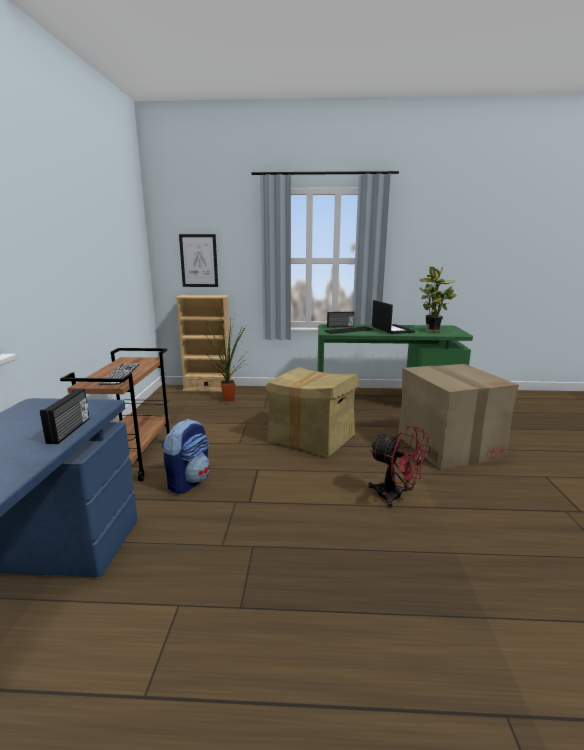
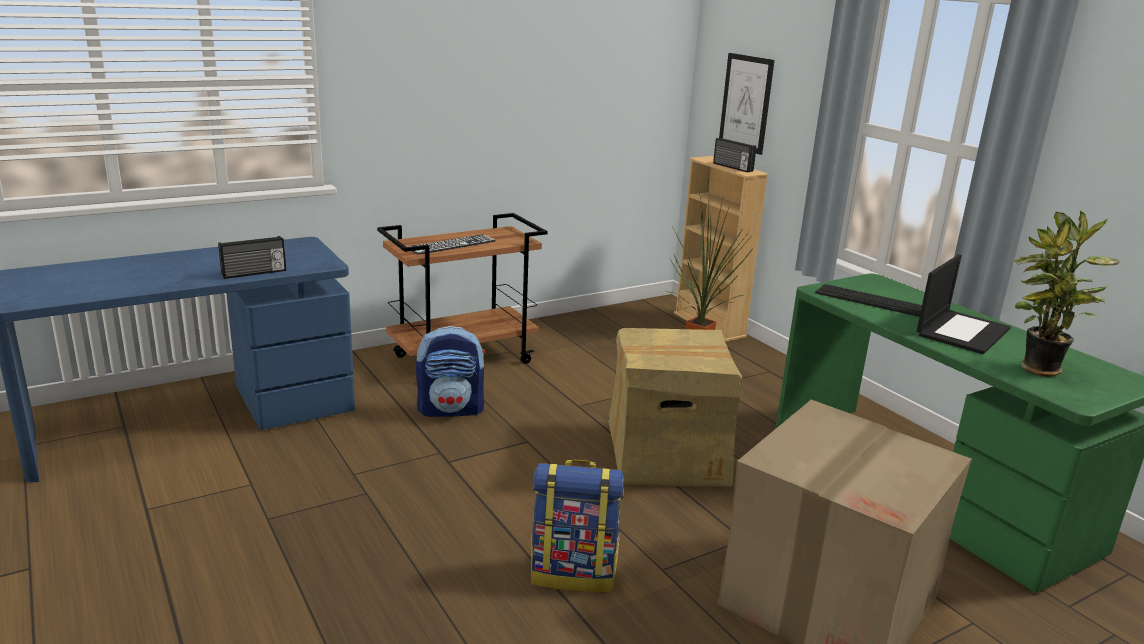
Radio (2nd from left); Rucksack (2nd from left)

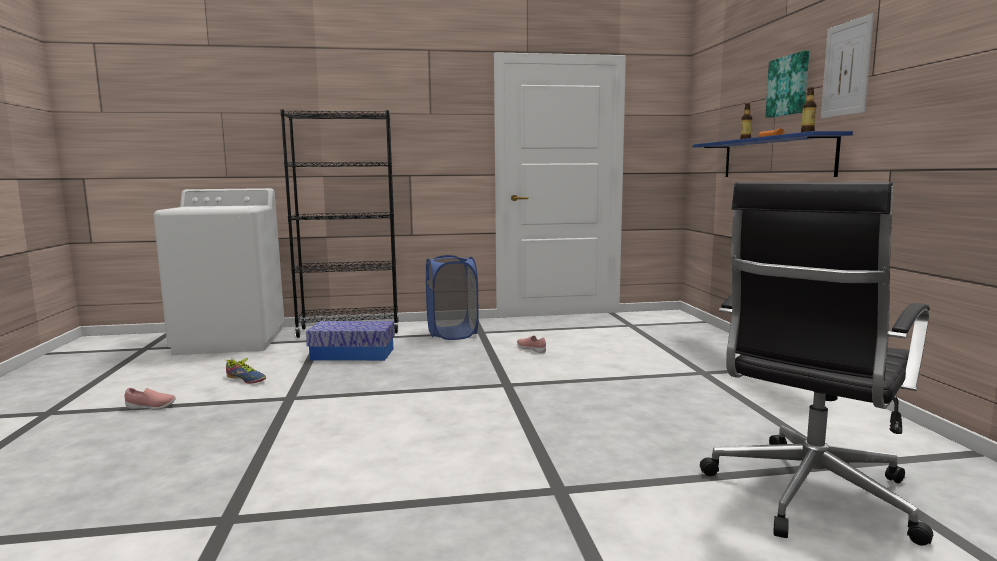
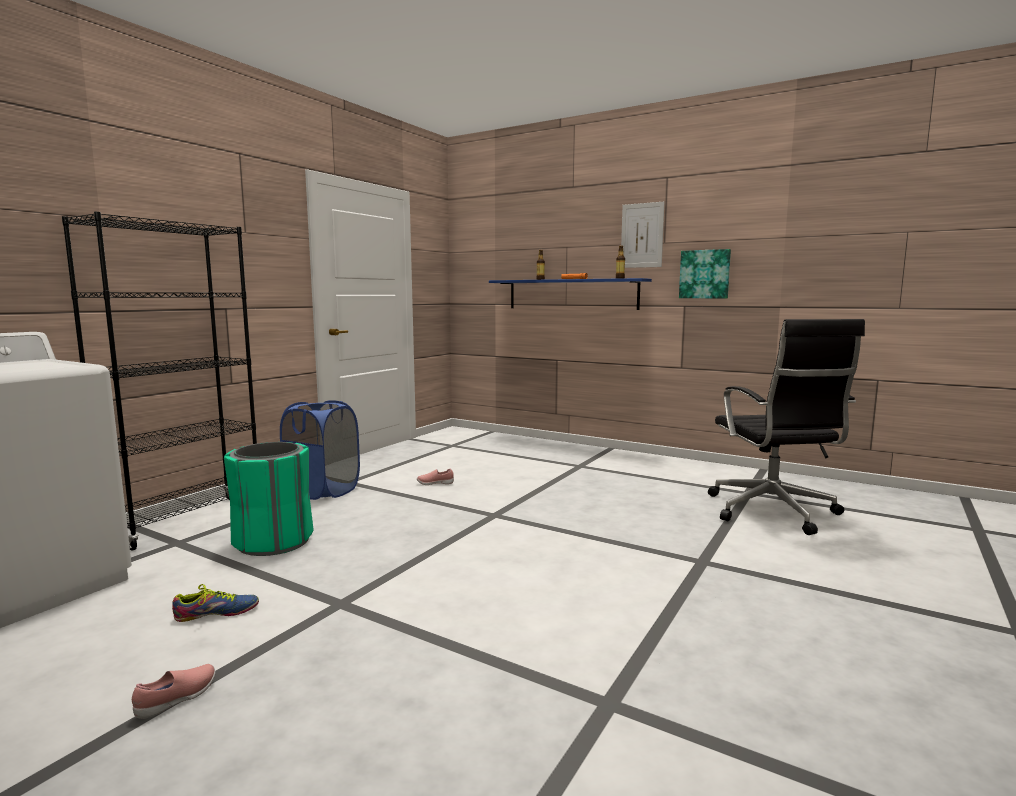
Bild (2nd from left); Mülleimer/grün

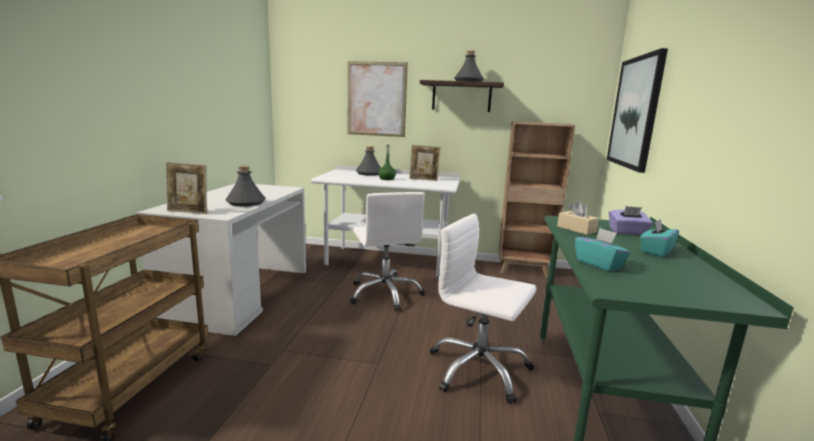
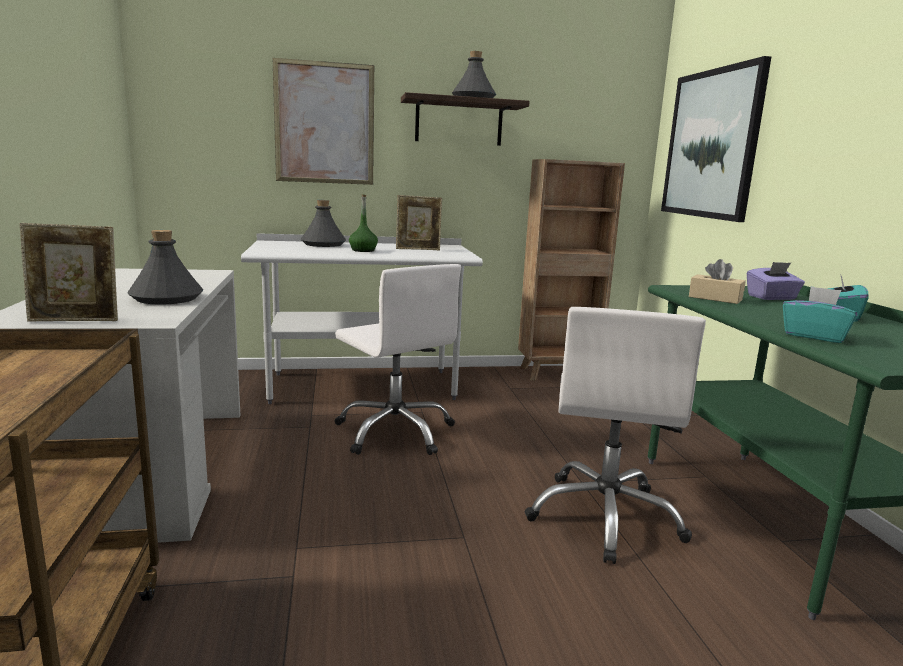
Bürostuhl/weiß (2nd from left)

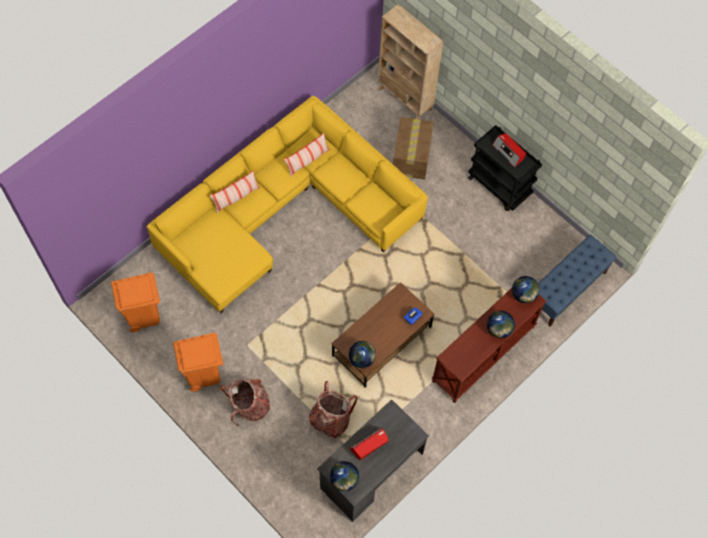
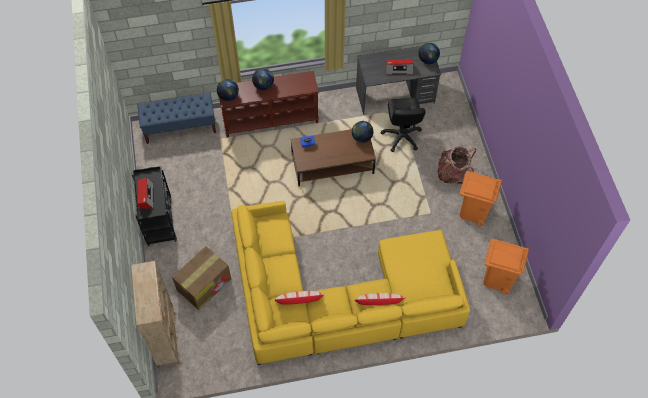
Bürostuhl/schwarz

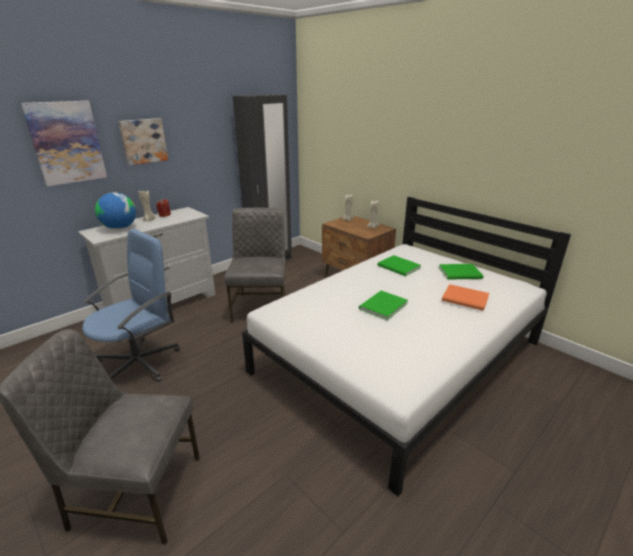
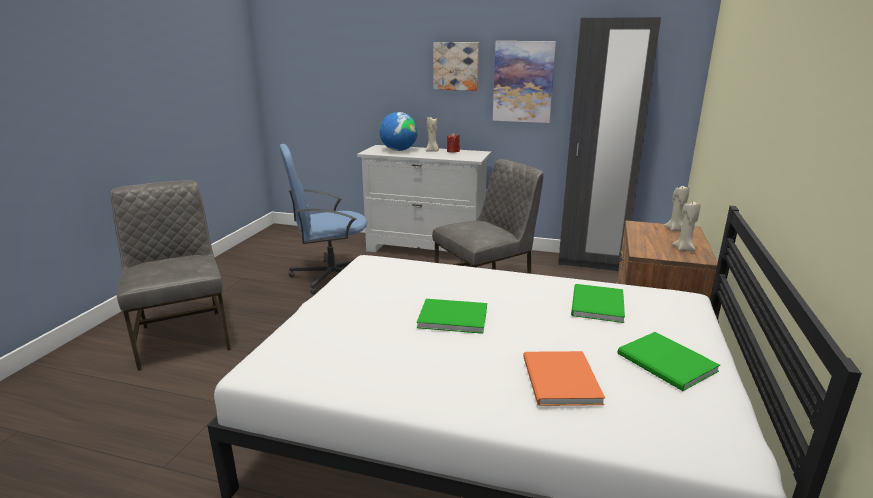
Bild (2nd from left); Bürostuhl/blau

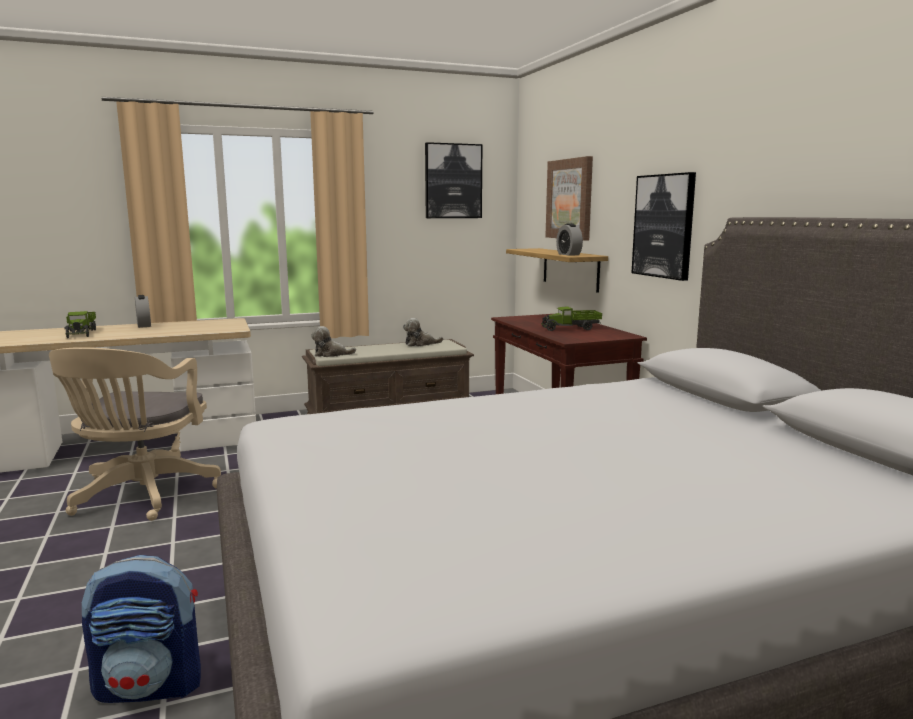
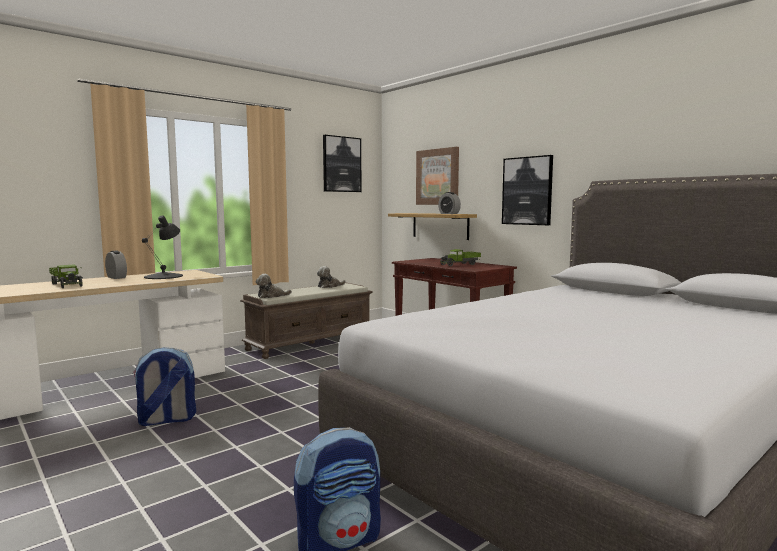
Rucksack (1st from left); Tischlampe/schwarz

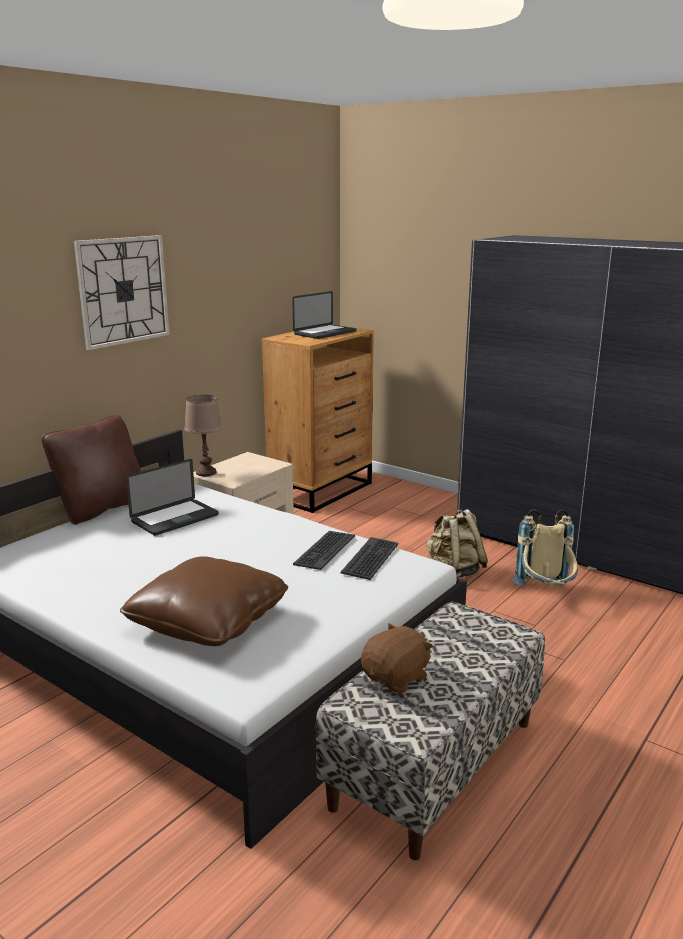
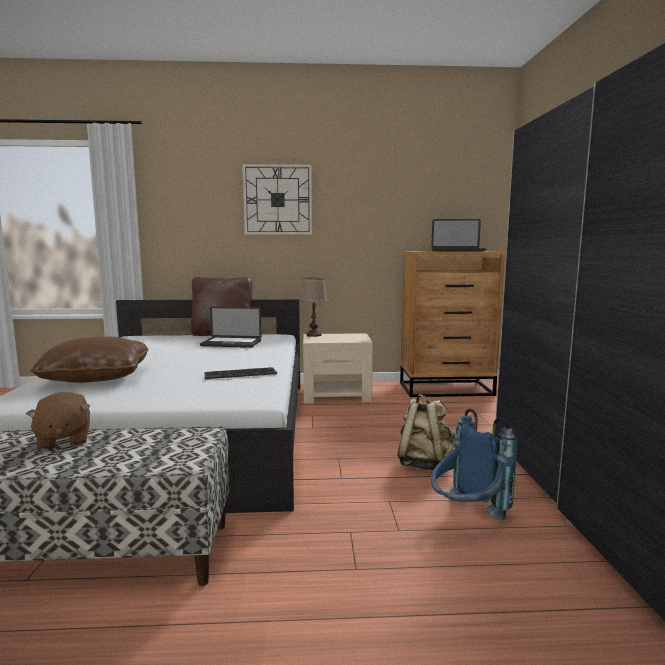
Rucksack/blau; Tastatur (2nd from left in the first image); Plüschtier/braun

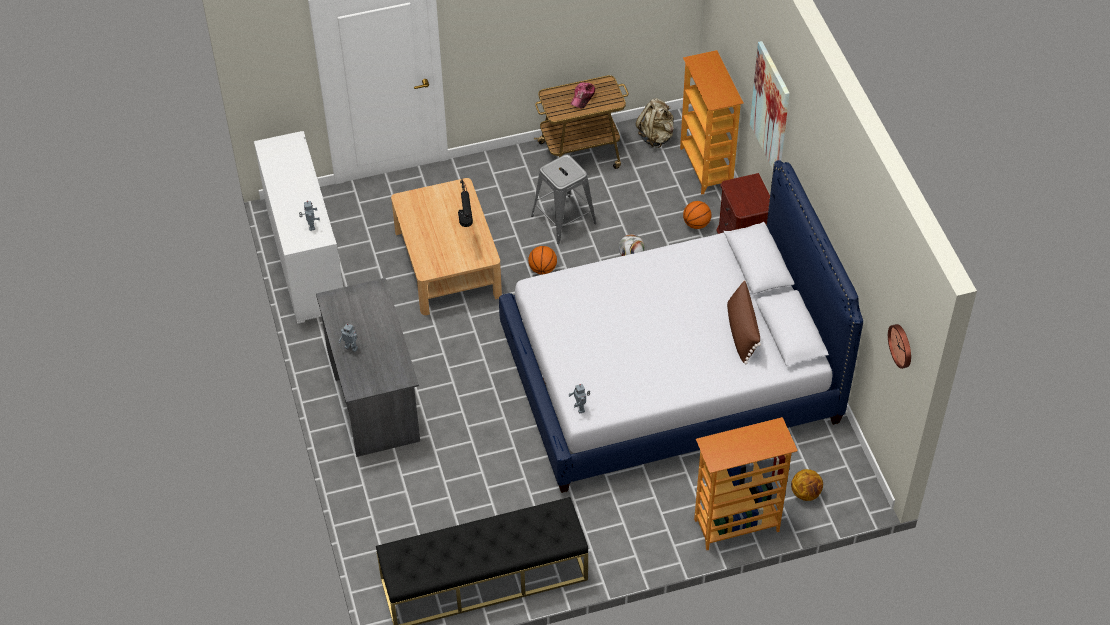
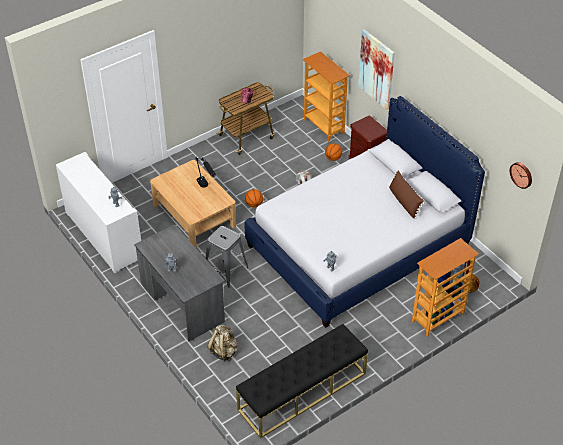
Rucksack/beige; Hocker/grau

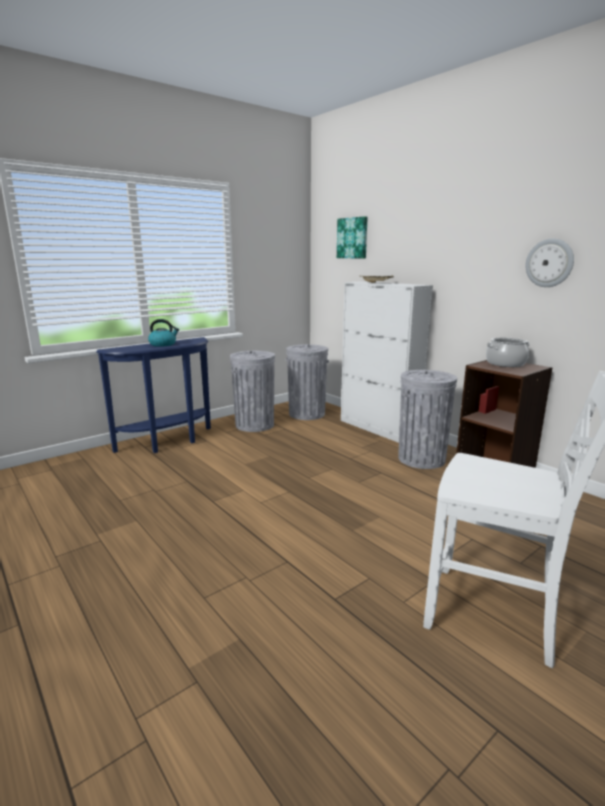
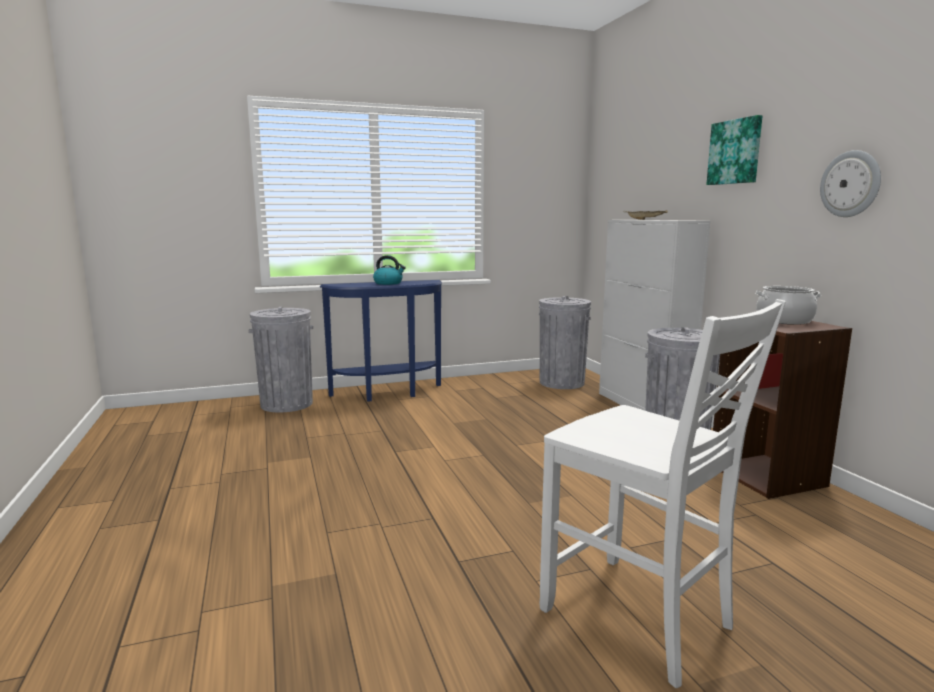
Bild; Mülleimer/grau (1st from left)

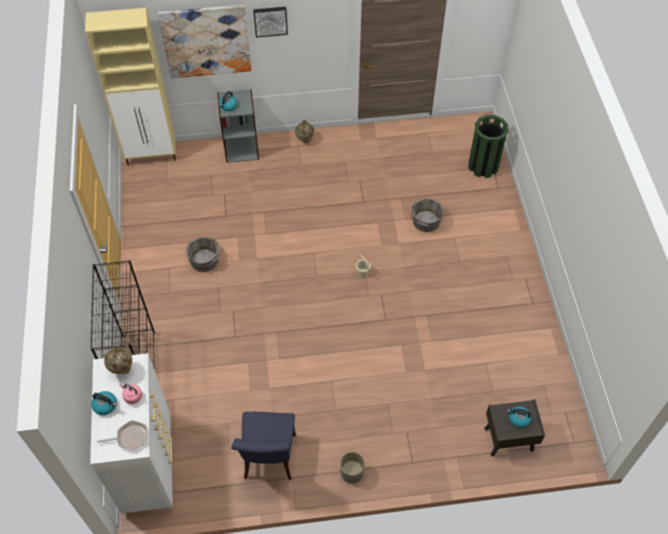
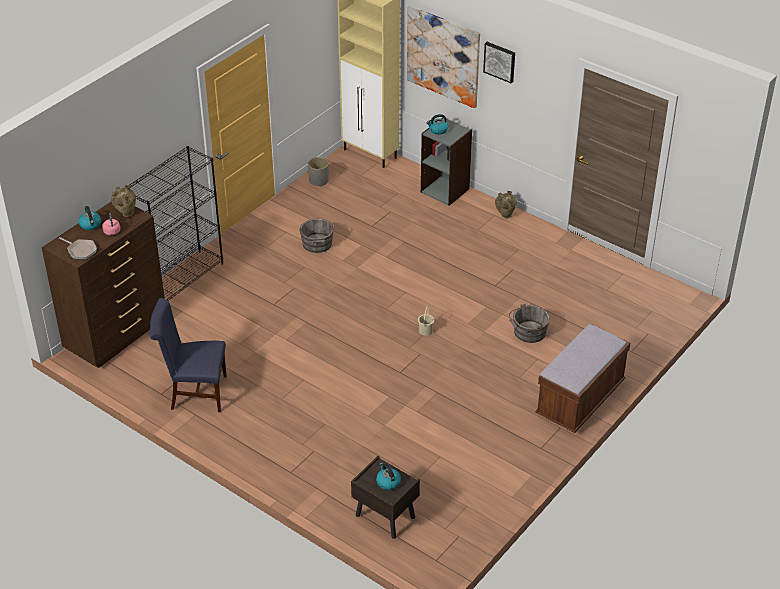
Mülleimer/grün; Kommode/braun; Stuhl/blau; Pflanzkübel/grau; Bank/braun

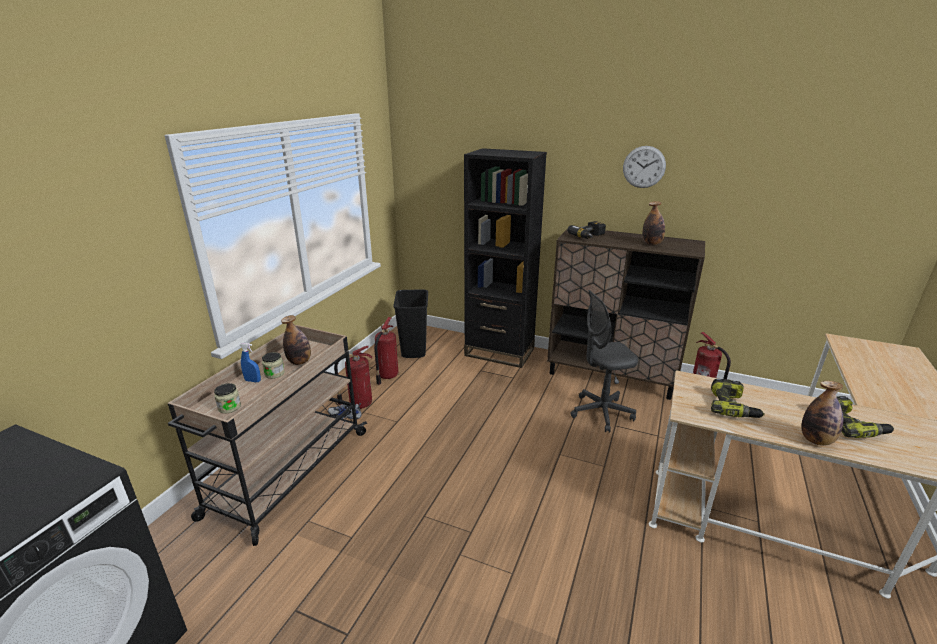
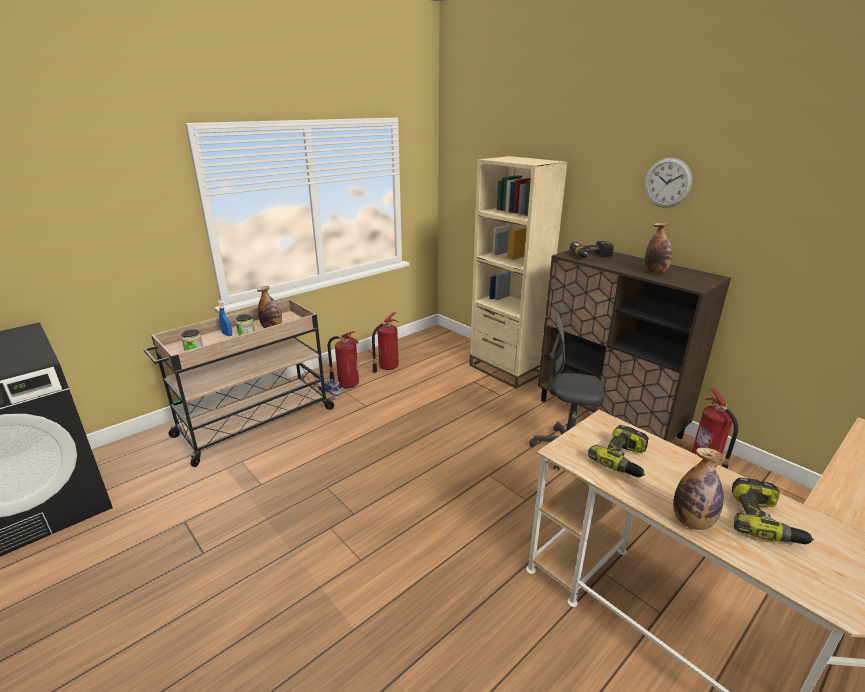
Bücherregal/beige; Mülleimer/schwarz

